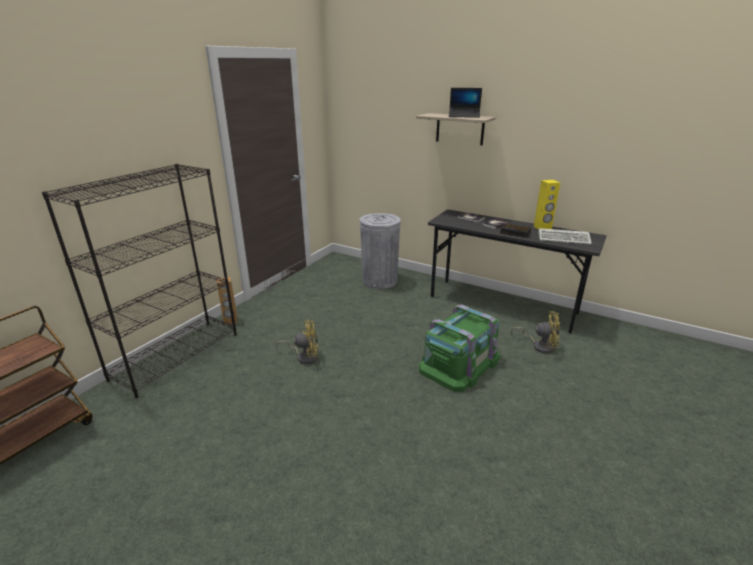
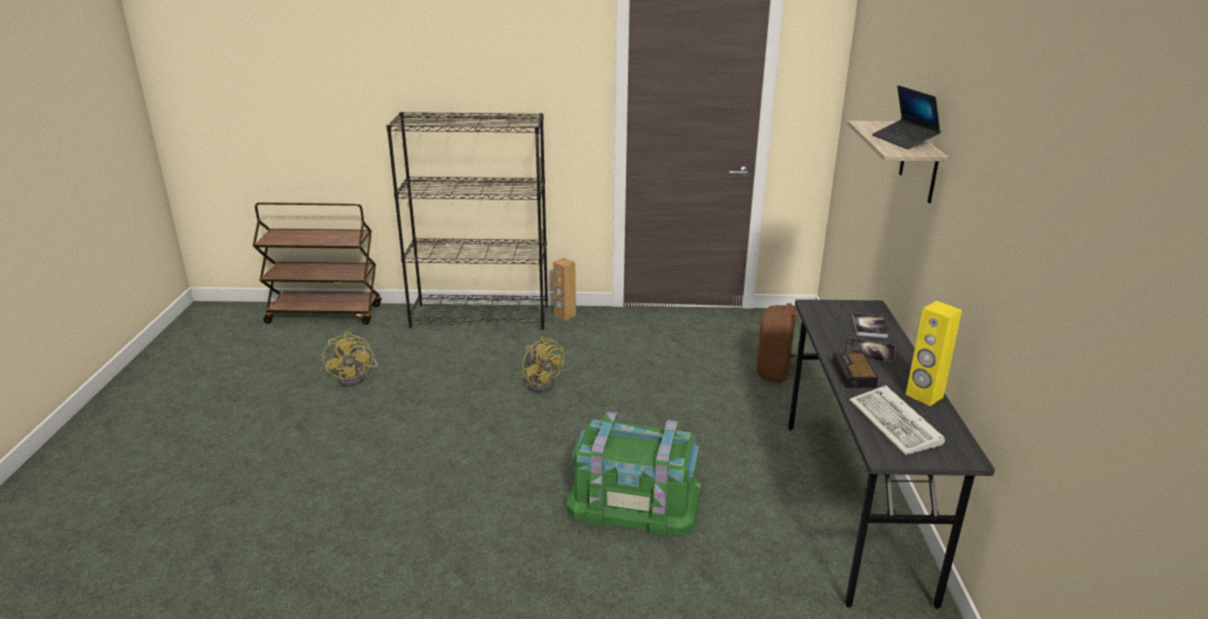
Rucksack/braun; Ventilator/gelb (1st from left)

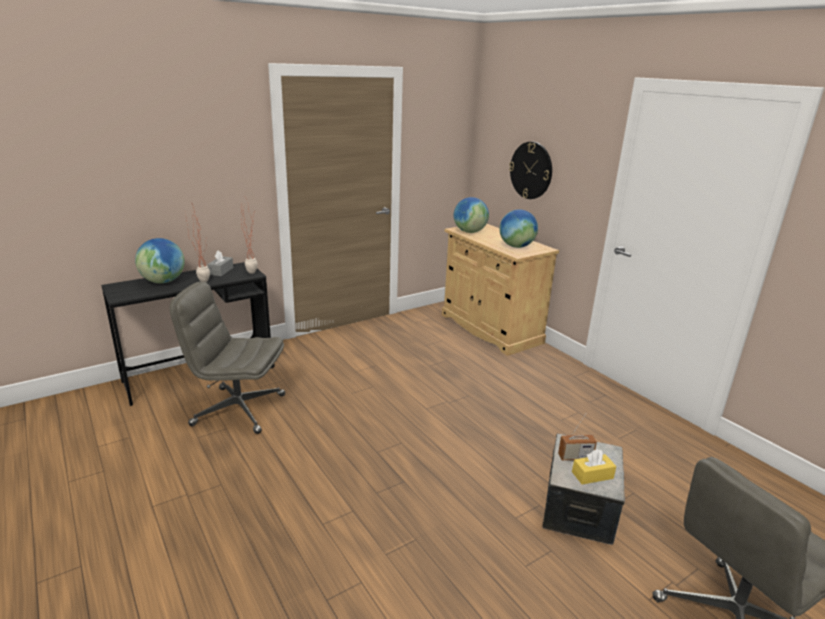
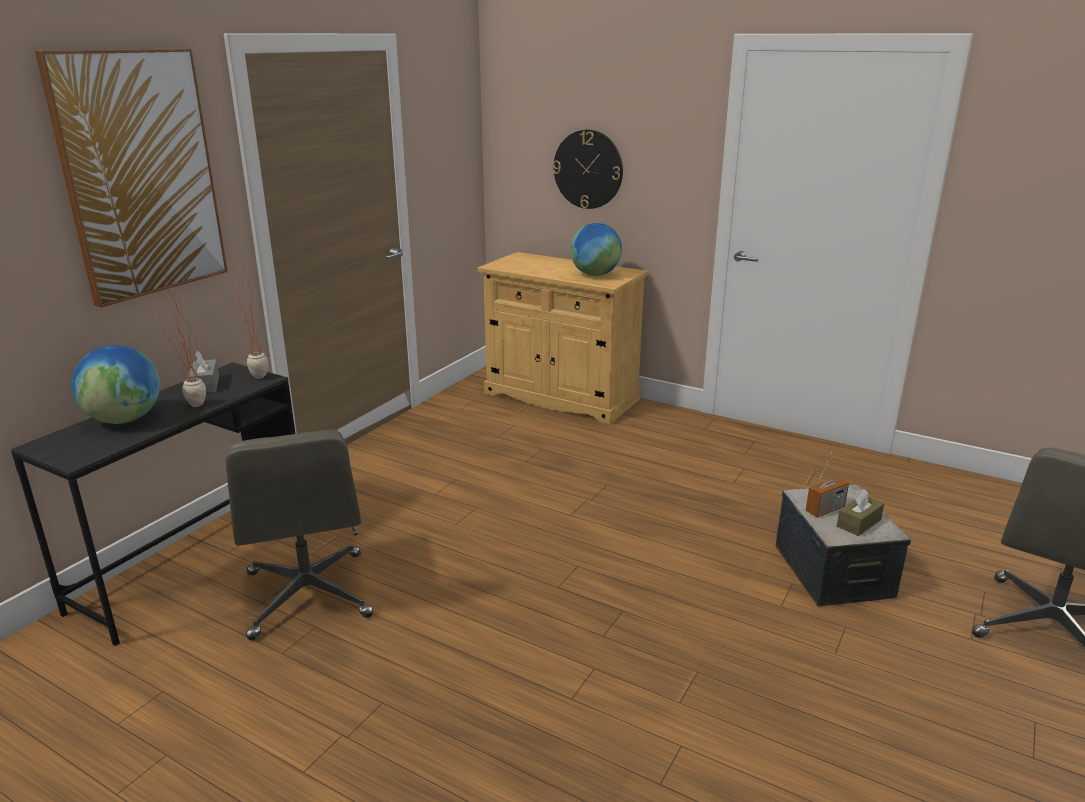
Globus (2nd from left in the first image); Bürostuhl/grau (1st from left); Taschentuchbox/braun; Bild

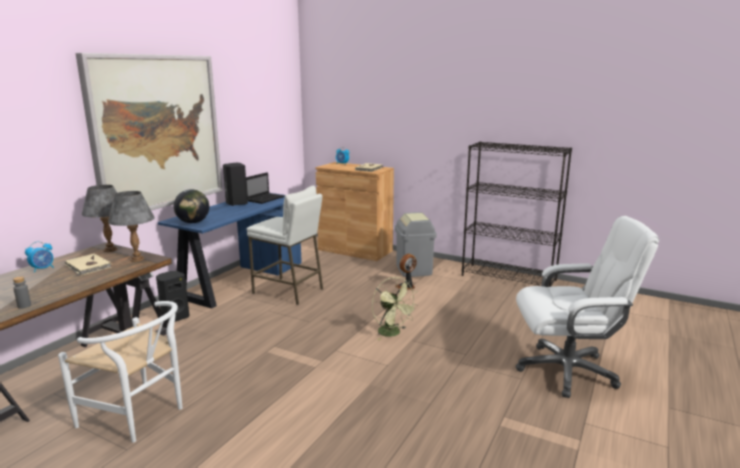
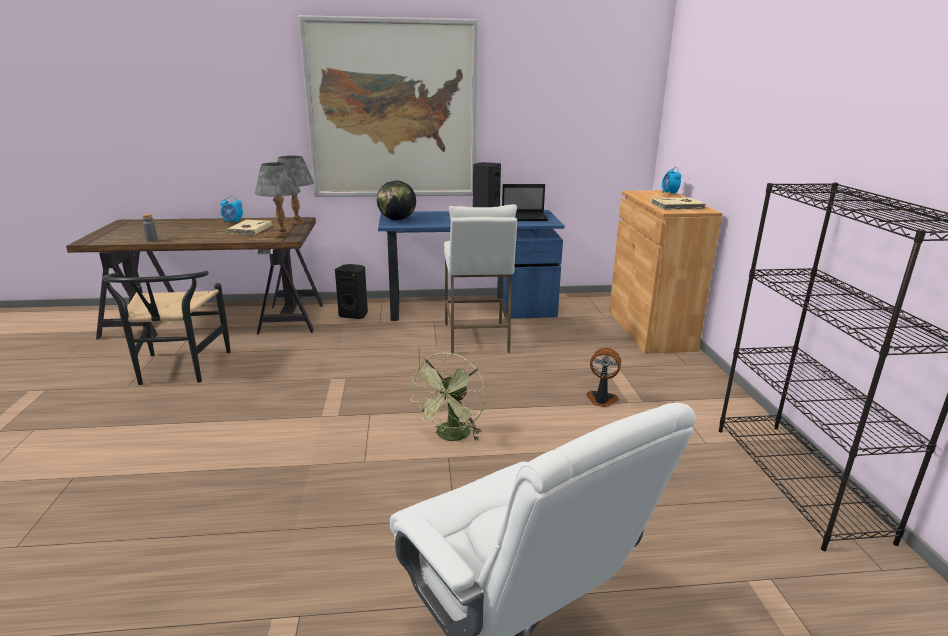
Mülleimer/grau; Stuhl/schwarz

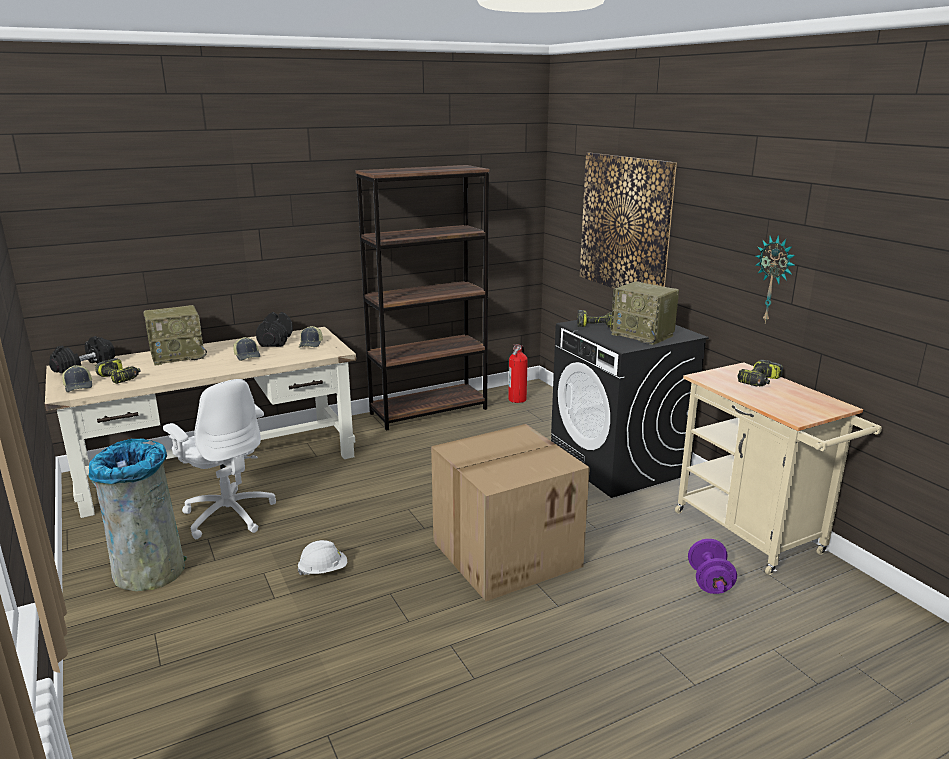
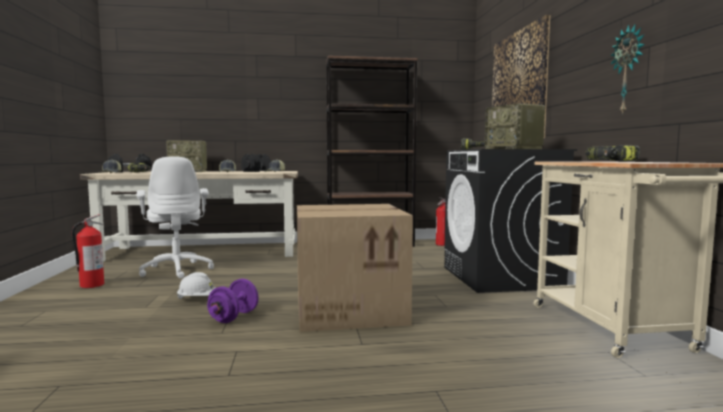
Feuerlöscher (1st from left); Hantel/lila

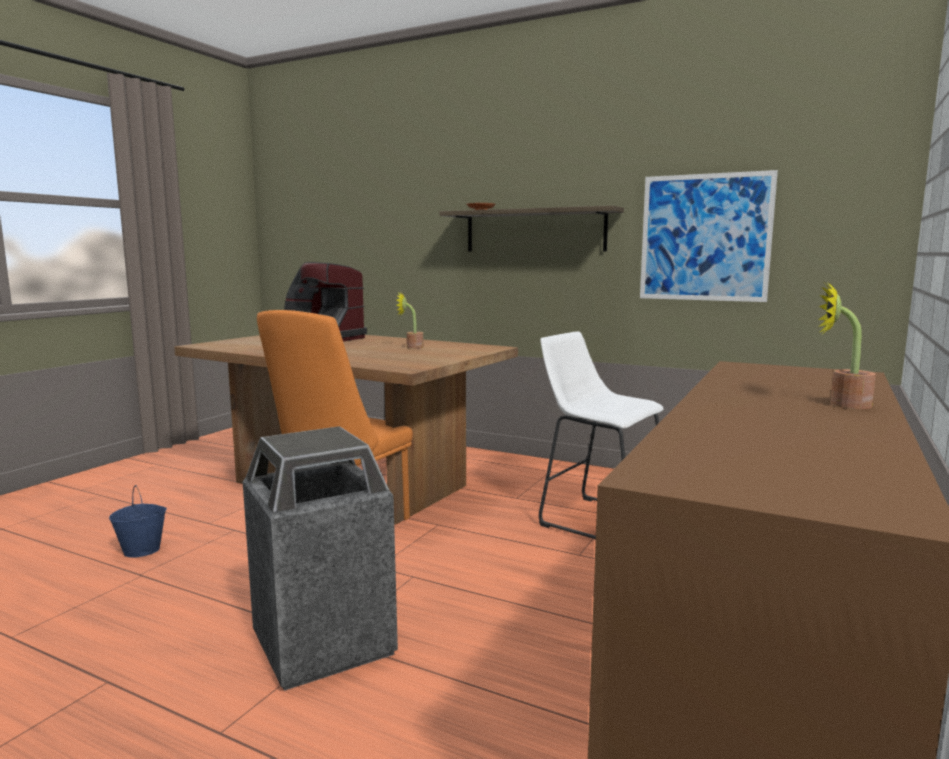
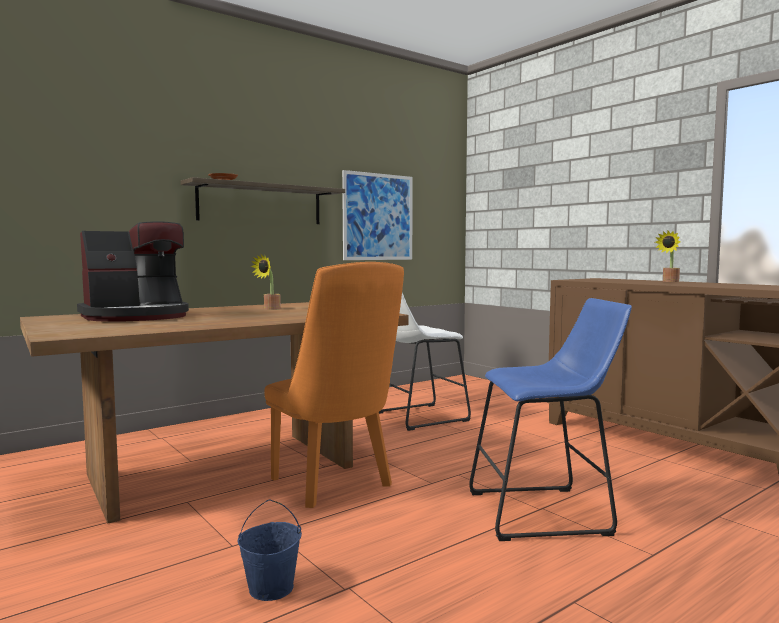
Hocker/blau

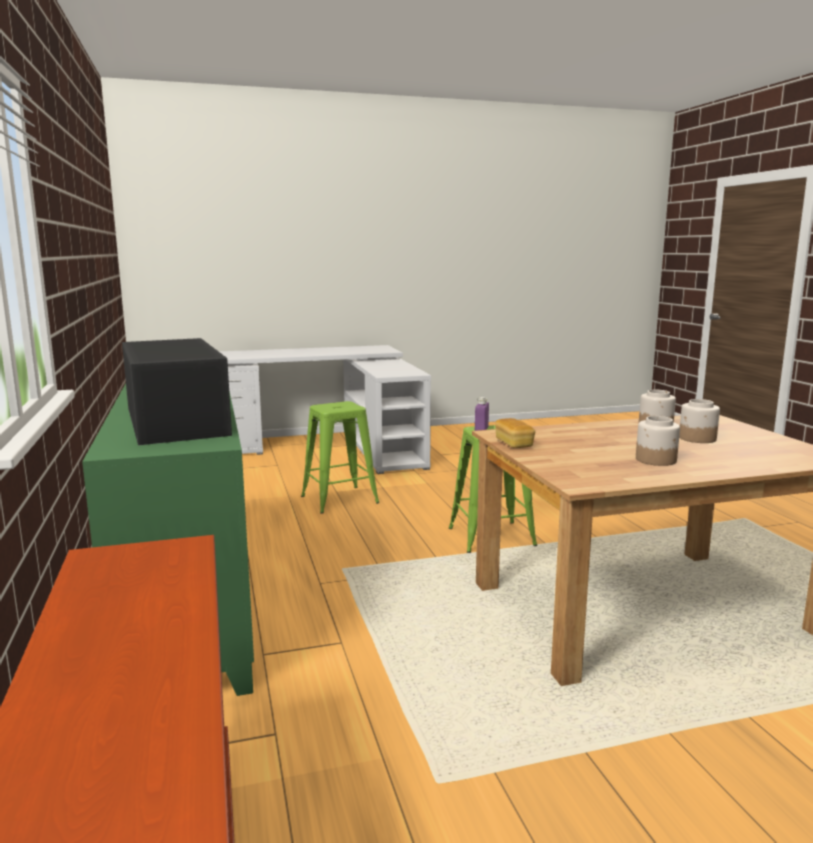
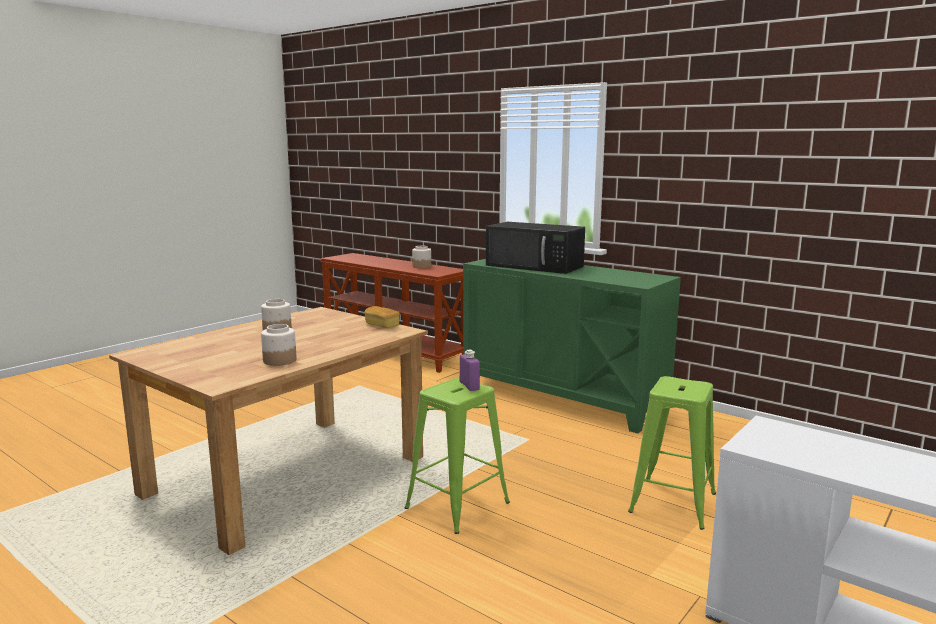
Vorratsglas (3rd from left)

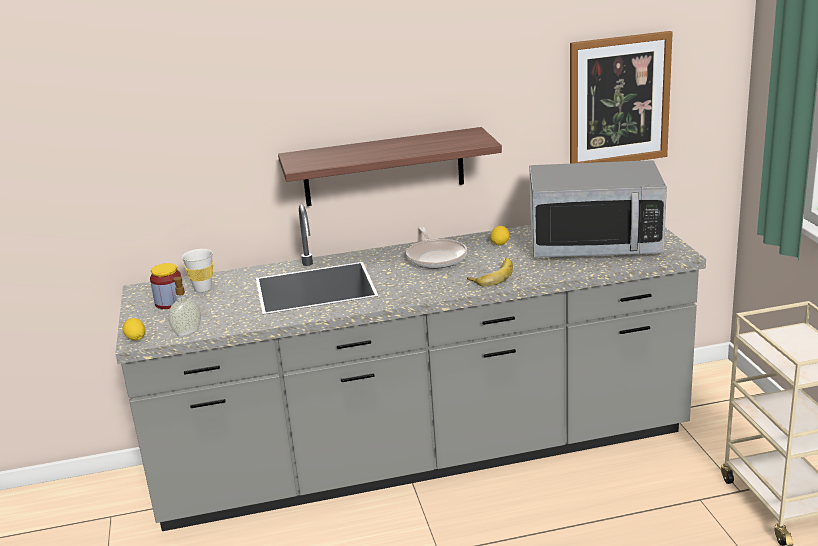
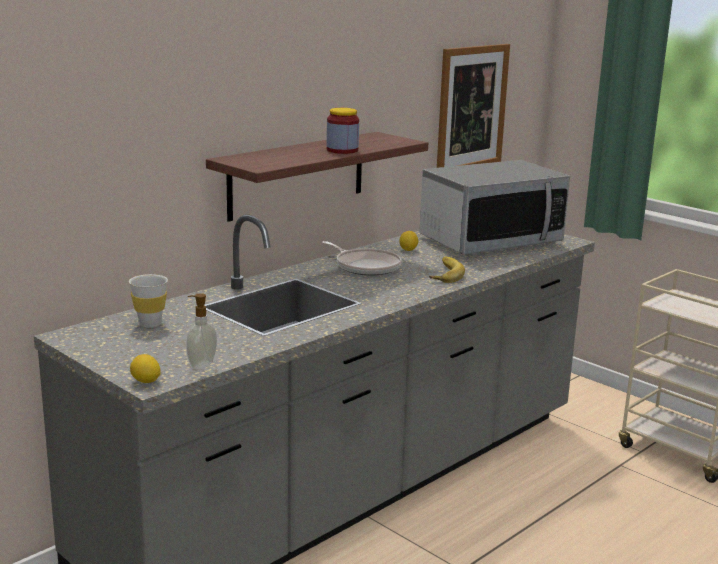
Vorratsglas

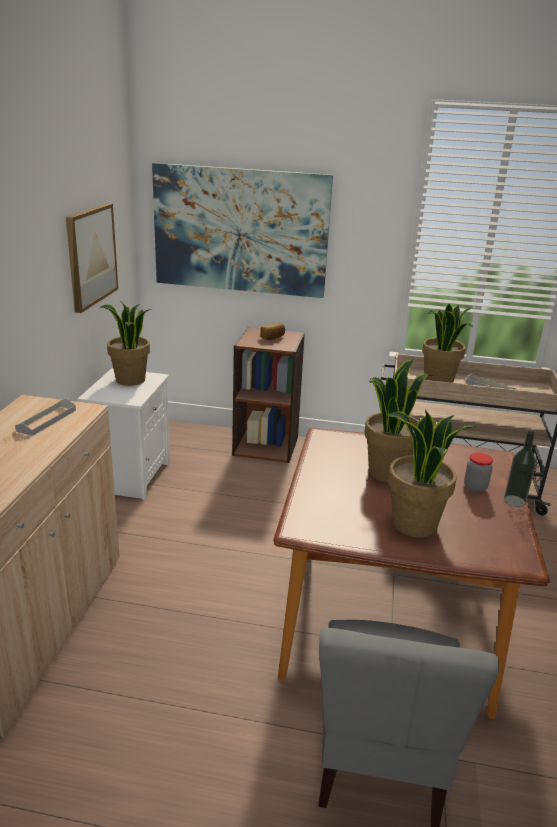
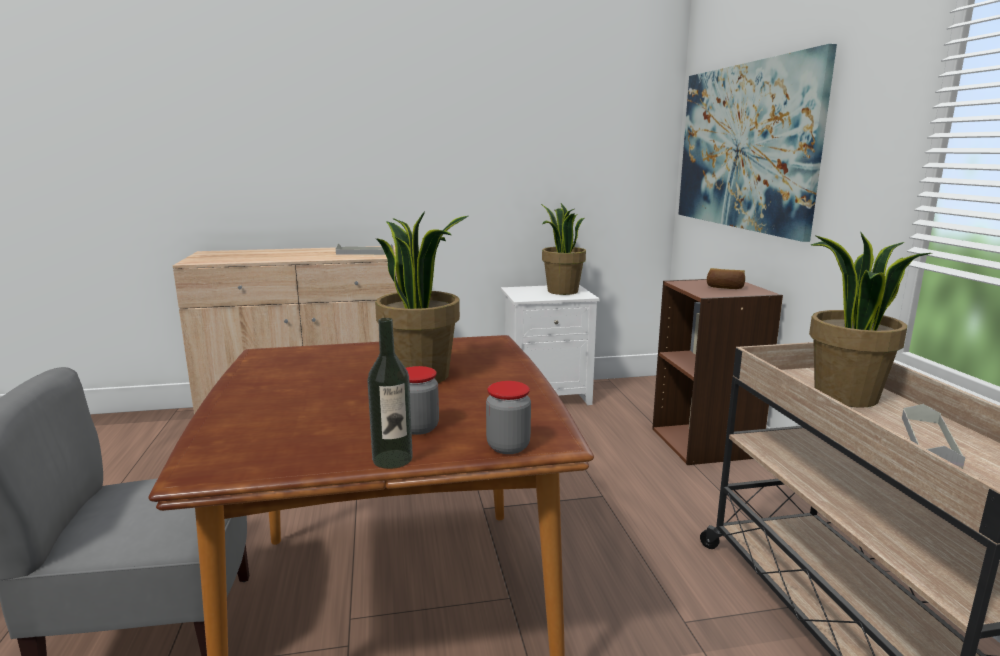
Bild (1st from left in the first image); Topfpflanze (3rd from left in the first image); Vorratsglas (2nd from left)

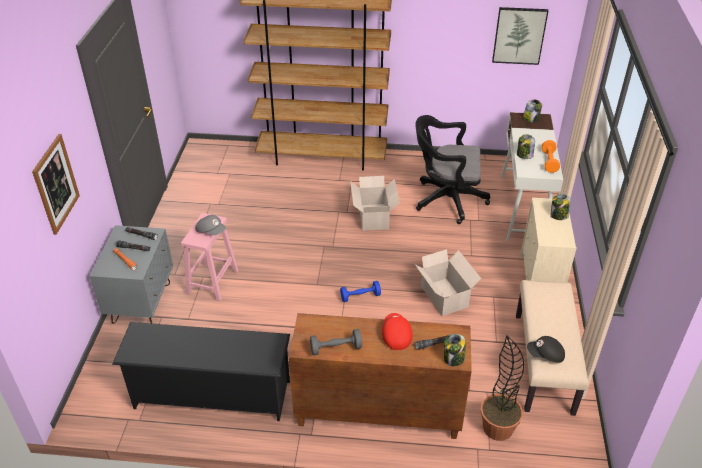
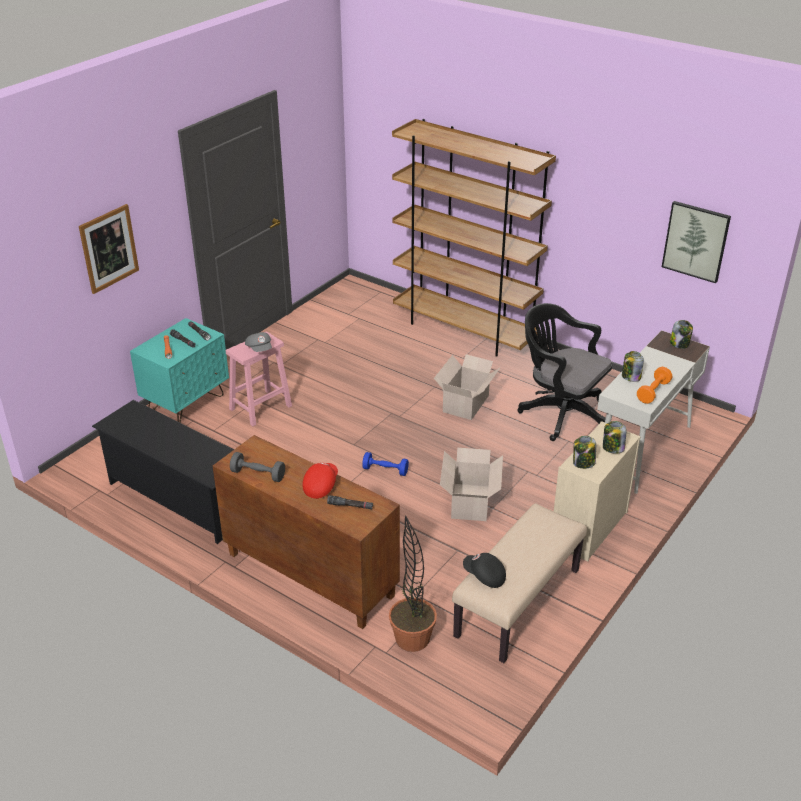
Nachttisch/türkis; Vorratsglas (1st from left)

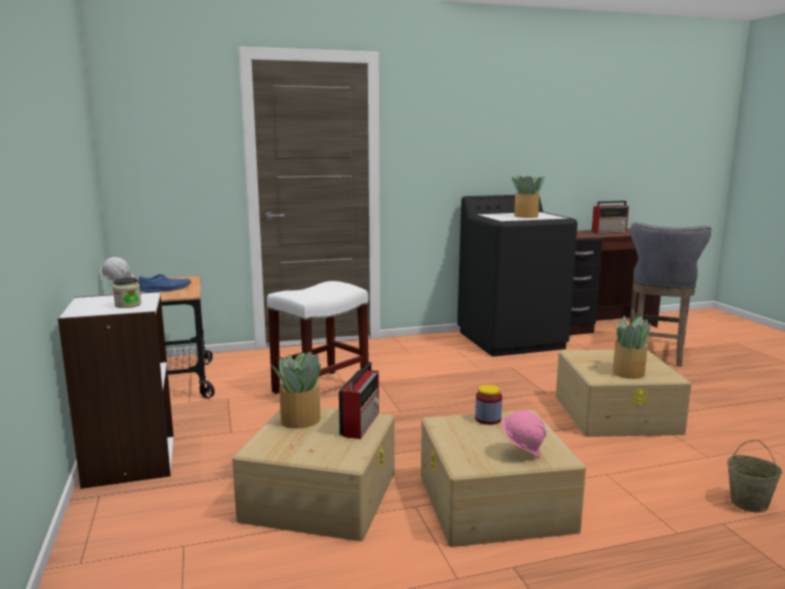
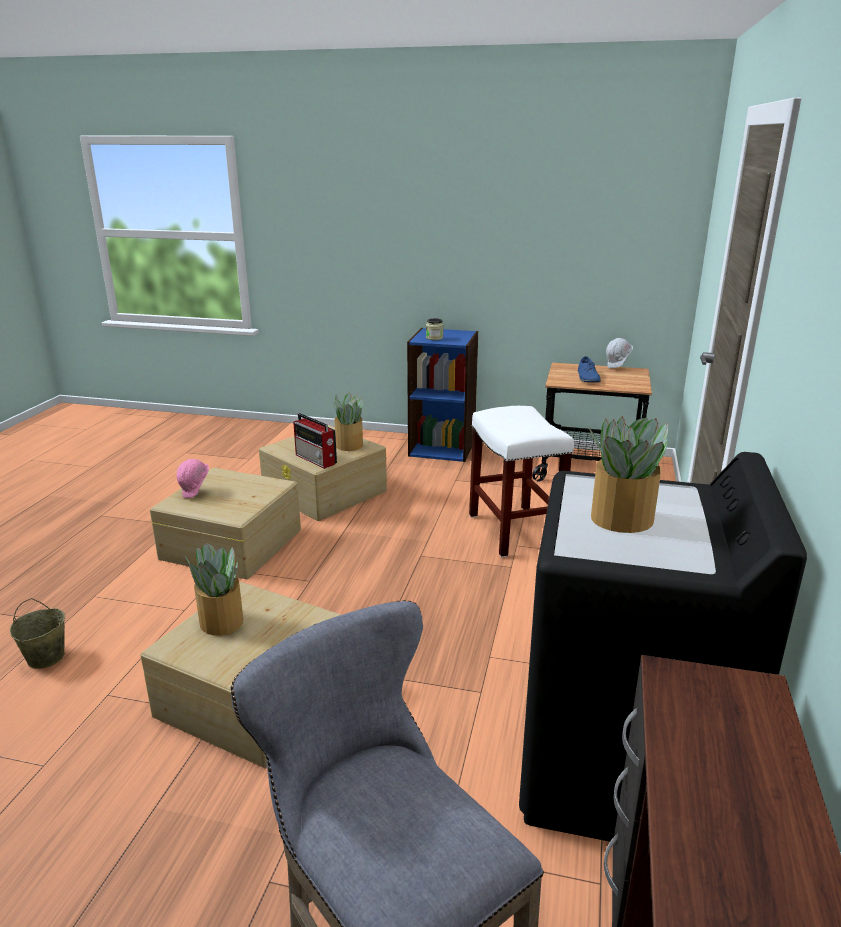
Radio (2nd from left in the first image); Bücherregal/blau; Vorratsglas (2nd from left in the first image)

